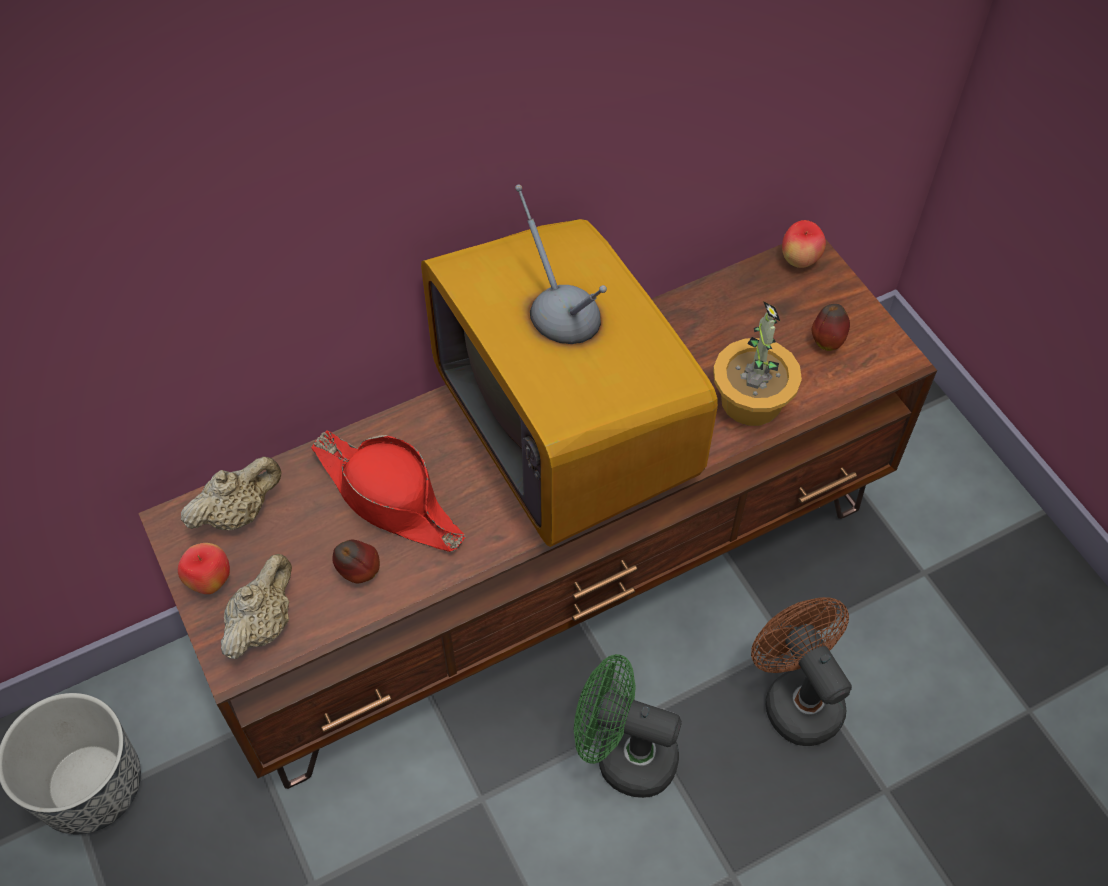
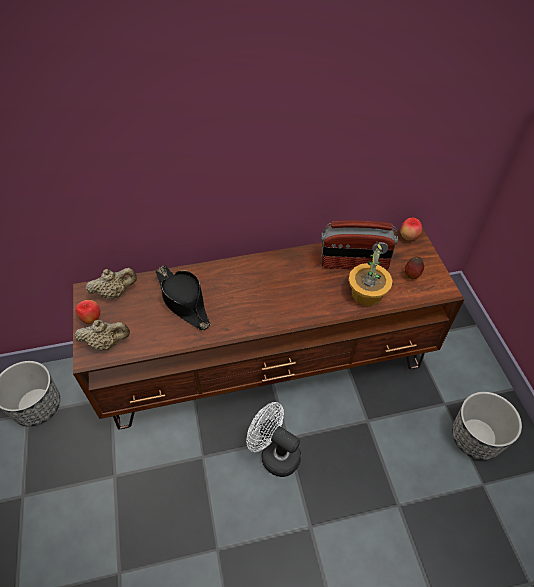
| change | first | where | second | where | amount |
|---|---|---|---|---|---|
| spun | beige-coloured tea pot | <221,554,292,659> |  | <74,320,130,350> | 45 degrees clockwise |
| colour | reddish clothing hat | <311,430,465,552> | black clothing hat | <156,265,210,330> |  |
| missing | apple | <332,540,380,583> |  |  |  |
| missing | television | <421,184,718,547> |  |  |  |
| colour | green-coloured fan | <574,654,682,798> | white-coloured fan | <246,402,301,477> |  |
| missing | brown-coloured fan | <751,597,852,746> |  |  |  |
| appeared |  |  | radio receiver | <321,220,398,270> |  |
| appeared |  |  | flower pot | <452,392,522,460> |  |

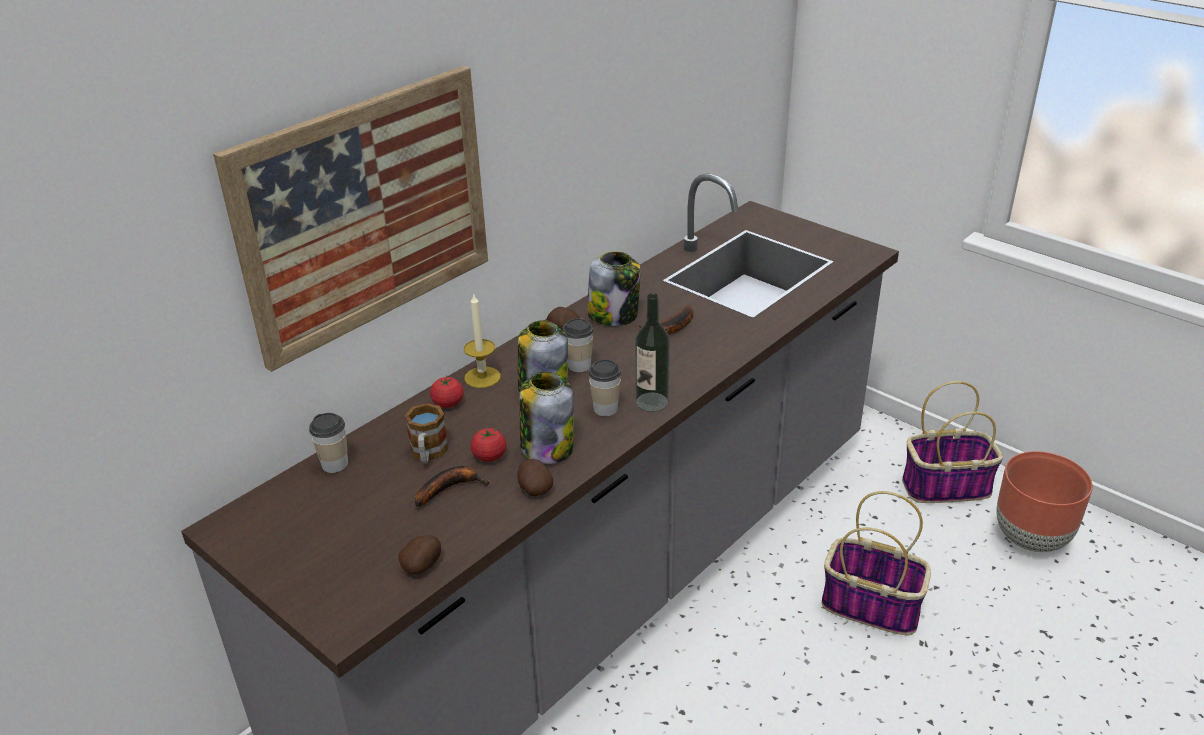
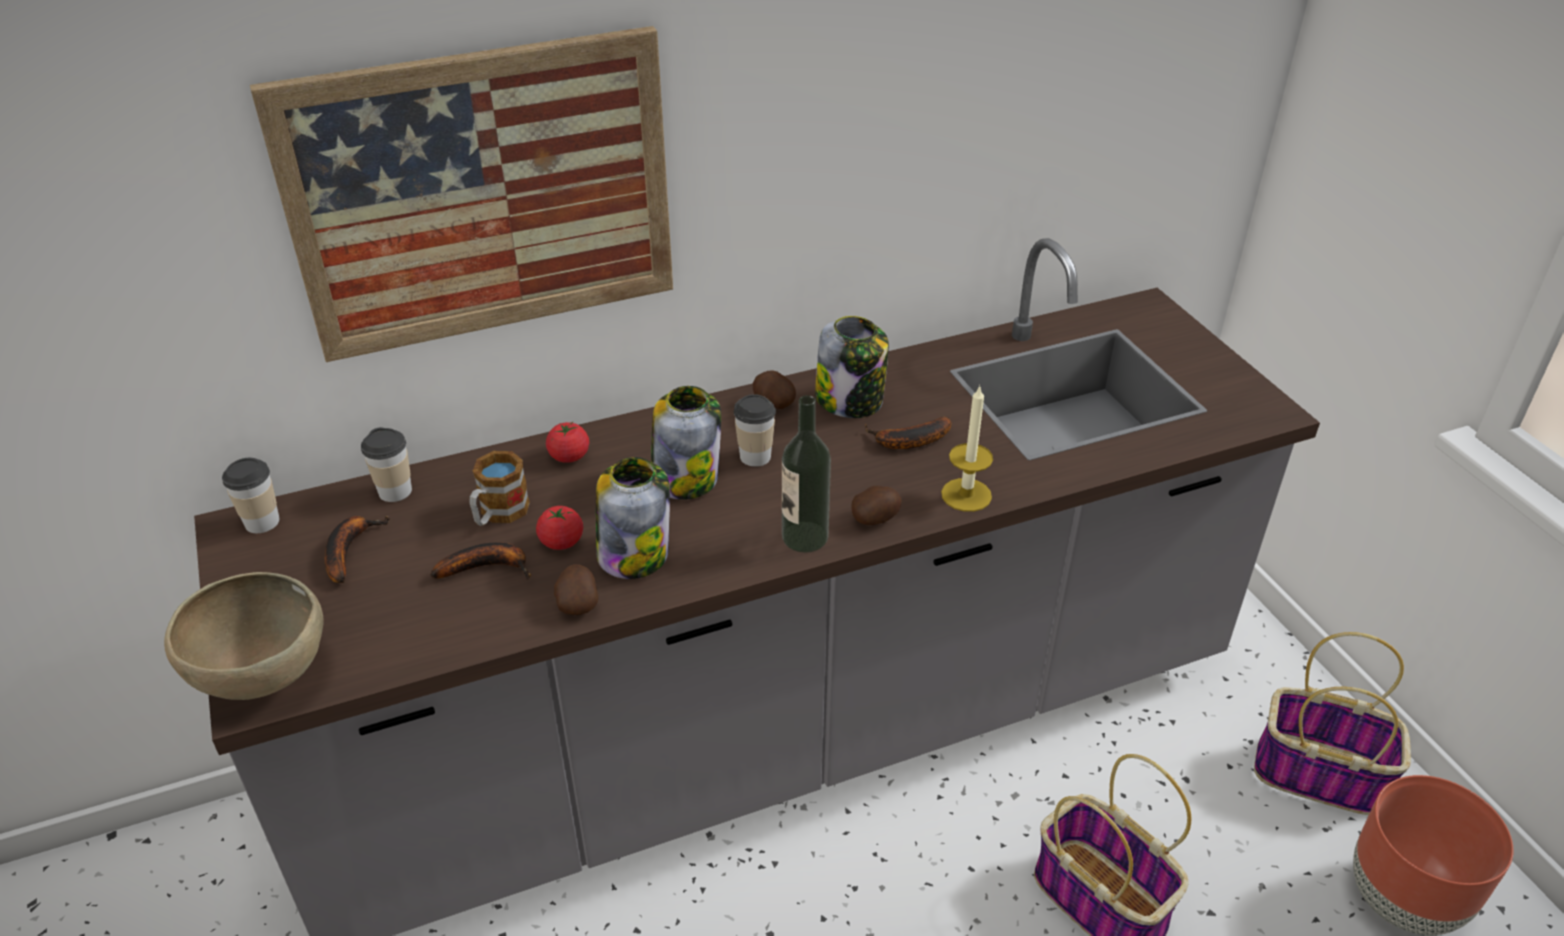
| change | first | where | second | where | amount |
|---|---|---|---|---|---|
| relocated | whole potato | <398,535,441,574> |  | <852,486,902,525> |  |
| relocated | wax candle | <464,293,501,388> |  | <941,385,993,512> |  |
| relocated | small cup | <588,359,621,416> |  | <222,458,280,533> |  |
| appeared |  |  | brown-coloured bowl | <164,572,323,700> |  |
| appeared |  |  | whole banana | <325,516,390,583> |  |

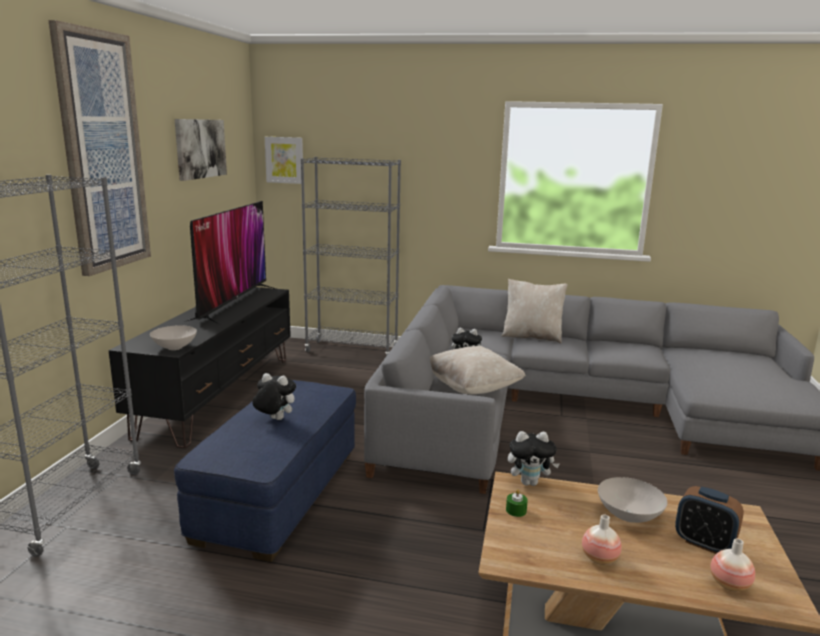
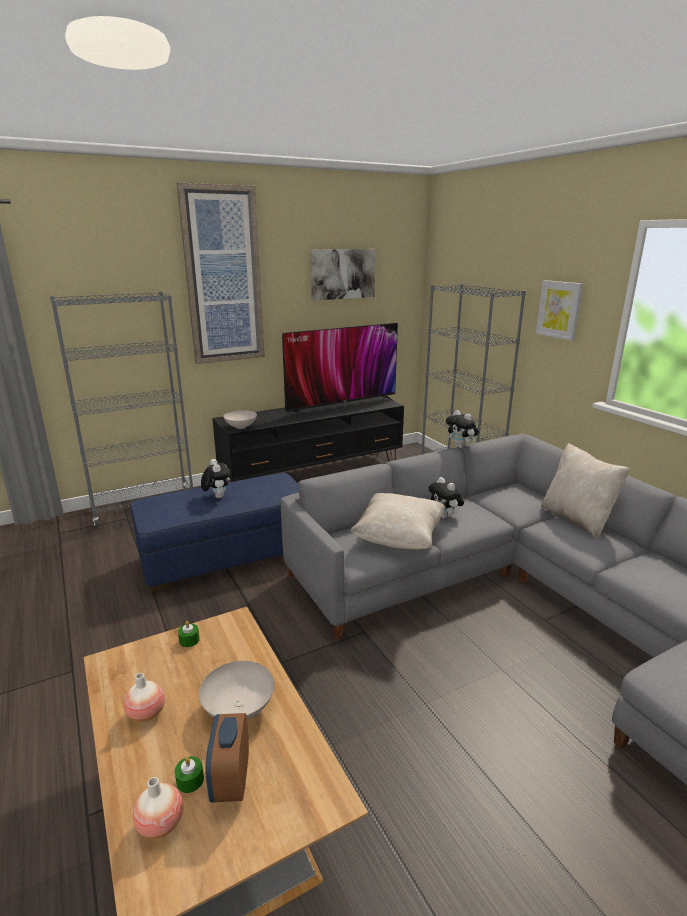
| change | first | where | second | where | amount |
|---|---|---|---|---|---|
| relocated | picture | <265,137,303,184> |  | <536,280,583,341> |  |
| relocated | cuddly toy | <508,431,560,486> |  | <446,410,479,448> |  |
| appeared |  |  | green-coloured wax candle | <175,756,204,793> |  |

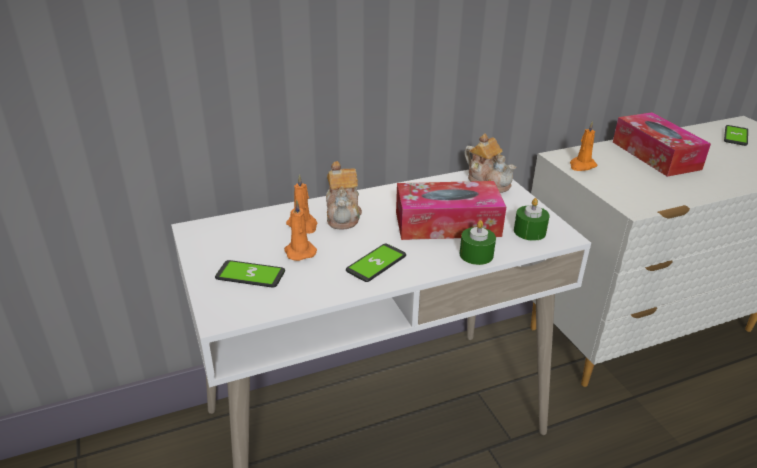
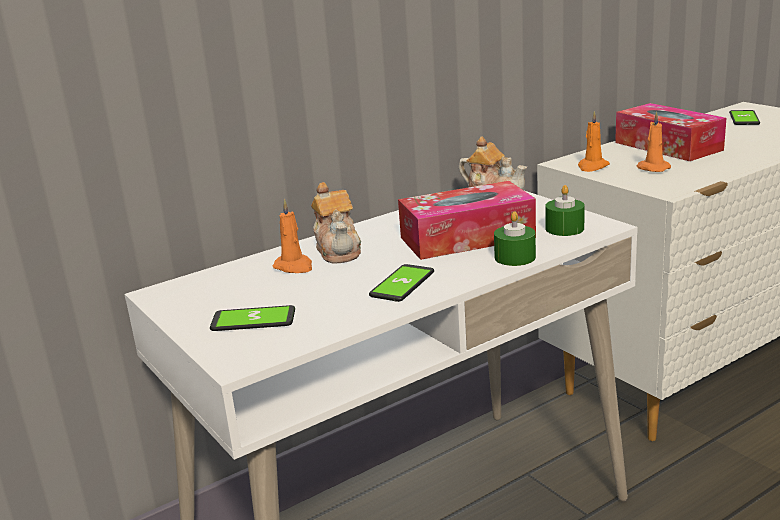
| change | first | where | second | where | amount |
|---|---|---|---|---|---|
| relocated | orangey wax candle | <284,200,317,261> |  | <637,111,671,172> |  |

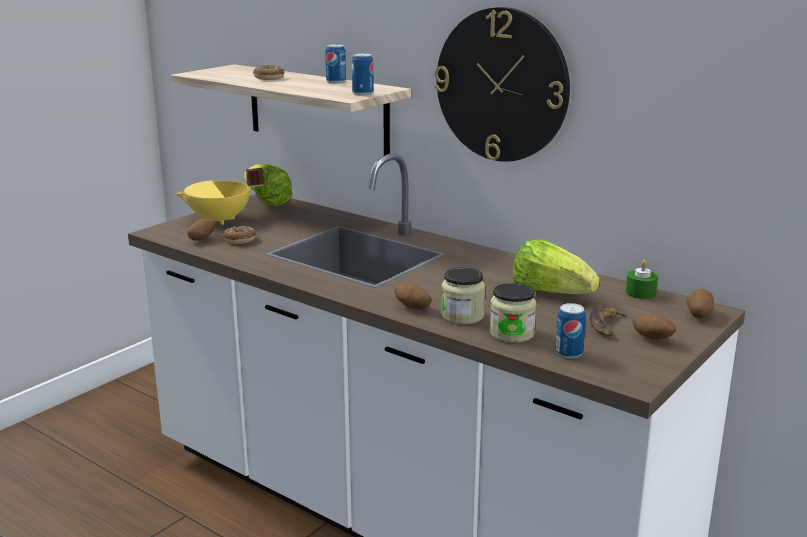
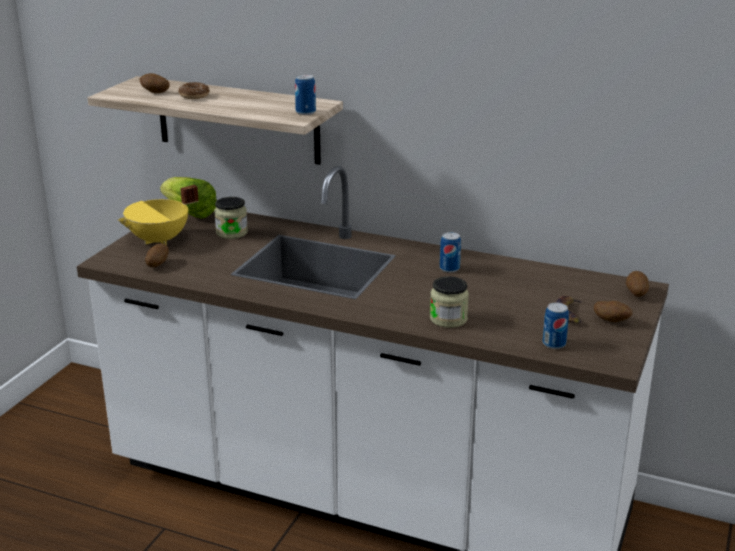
| change | first | where | second | where | amount |
|---|---|---|---|---|---|
| missing | ring doughnut | <222,226,256,244> |  |  |  |
| relocated | metal can | <325,44,346,83> |  | <440,232,461,273> |  |
| relocated | whole potato | <394,283,431,310> |  | <140,73,170,93> |  |
| missing | clock on the wall | <435,7,570,162> |  |  |  |
| relocated | jar | <490,283,536,343> |  | <214,197,248,239> |  |
| missing | lettuce | <512,239,600,294> |  |  |  |
| missing | green-coloured wax candle | <626,260,658,299> |  |  |  |

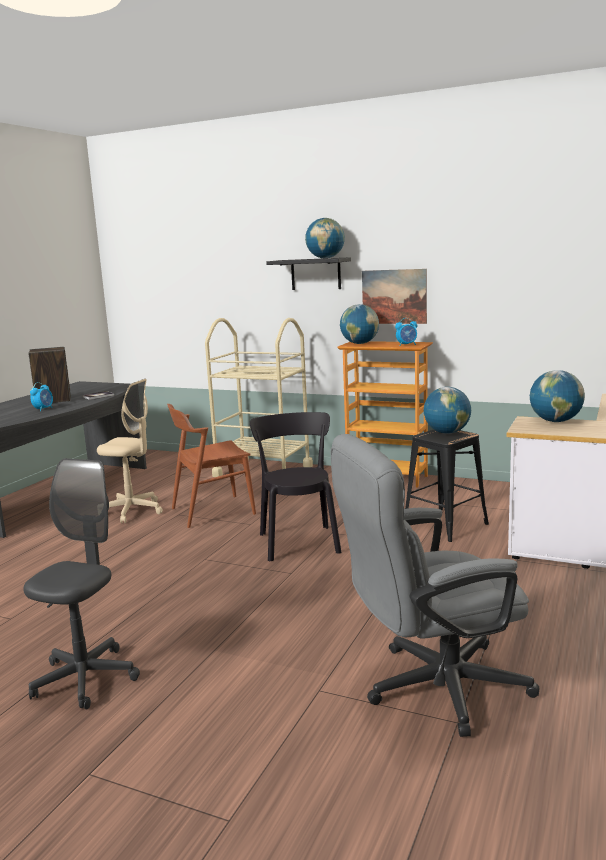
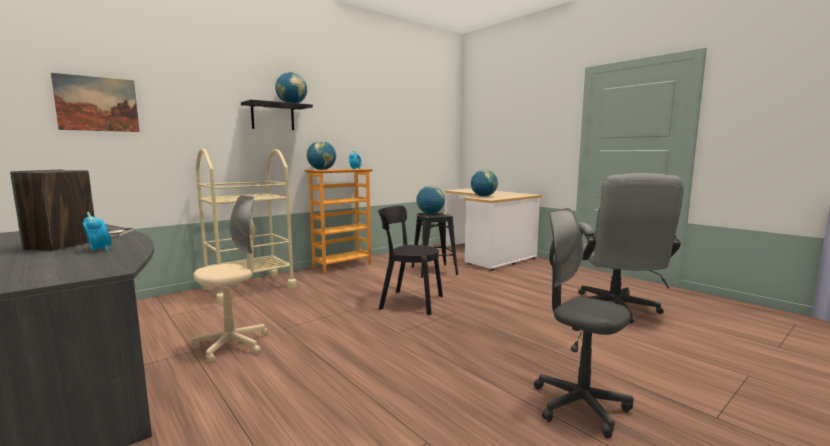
| change | first | where | second | where | amount |
|---|---|---|---|---|---|
| missing | brown-coloured upright chair | <167,404,256,528> |  |  |  |
| relocated | picture | <362,269,427,324> |  | <51,73,140,132> |  |

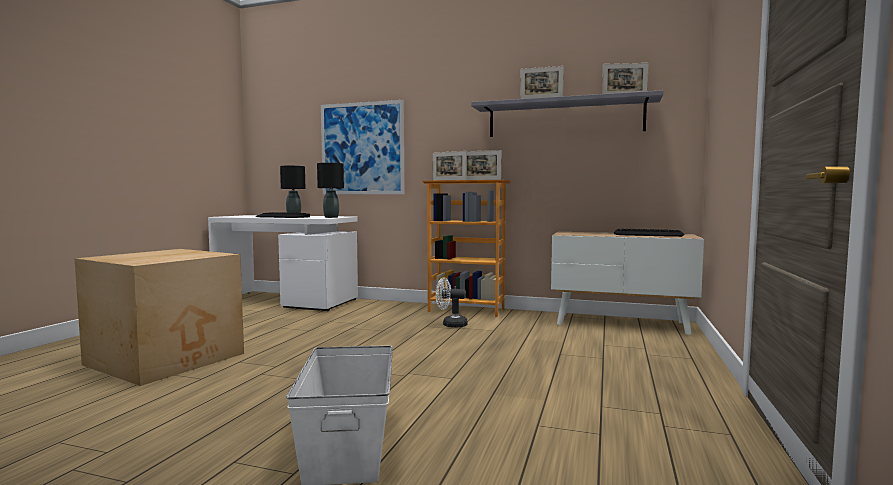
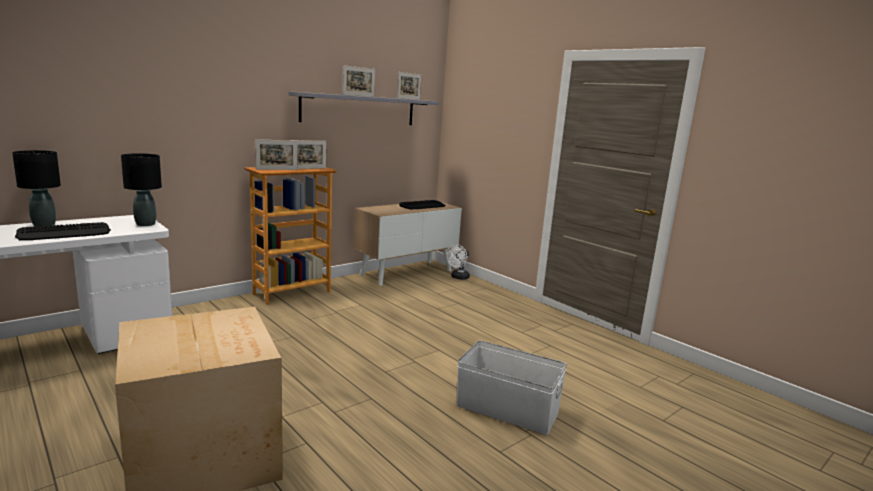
| change | first | where | second | where | amount |
|---|---|---|---|---|---|
| missing | picture | <321,100,404,194> |  |  |  |
| relocated | white-coloured fan | <436,277,468,328> |  | <447,244,470,280> |  |

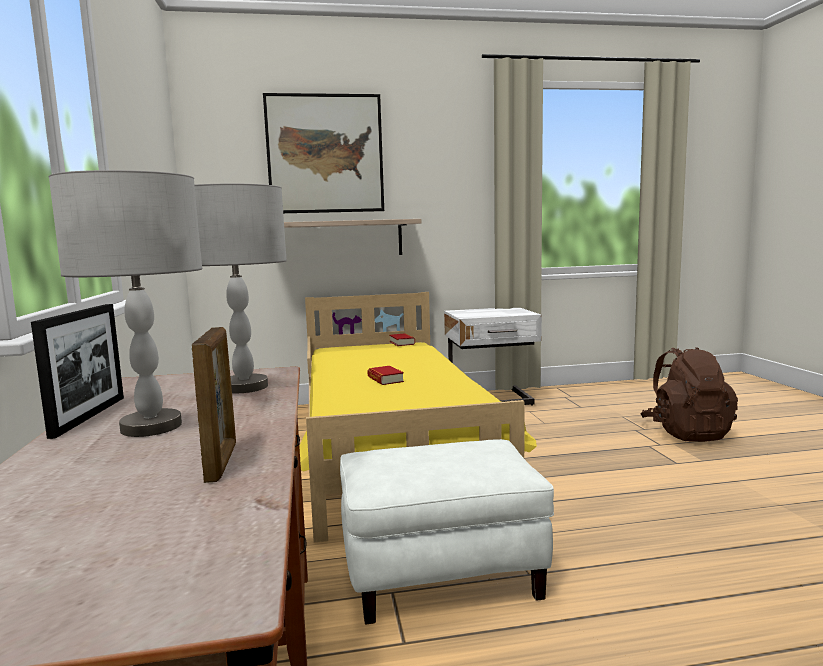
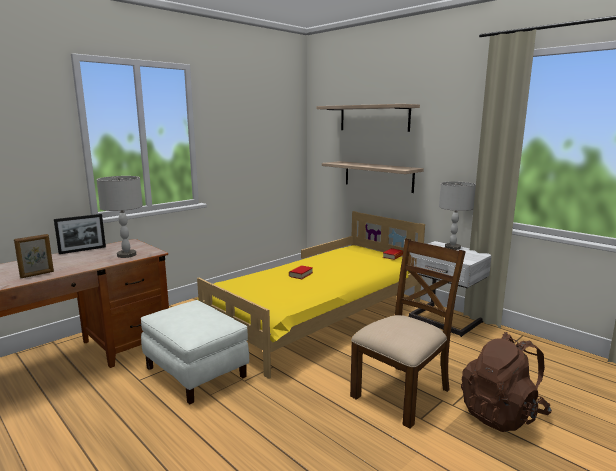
| change | first | where | second | where | amount |
|---|---|---|---|---|---|
| relocated | gray table lamp | <49,170,202,437> |  | <439,181,476,250> |  |
| exchanged | picture | <263,93,384,213> | shelf | <317,104,420,132> |  |
| appeared |  |  | brown-coloured upright chair | <350,238,466,429> |  |

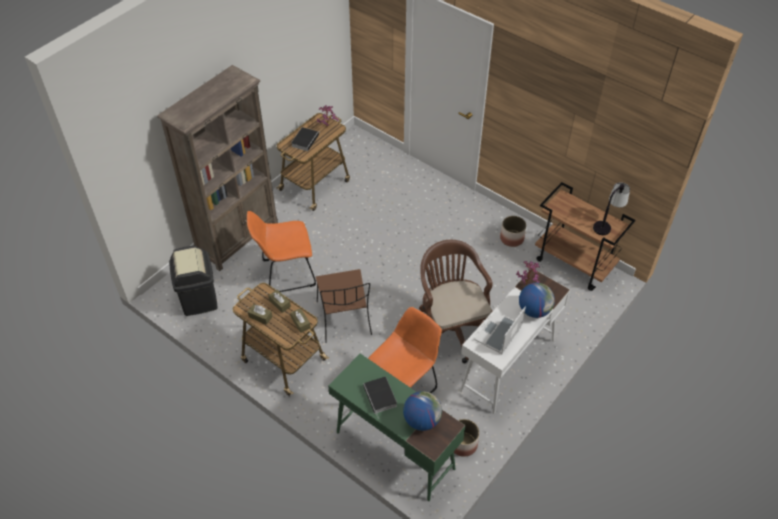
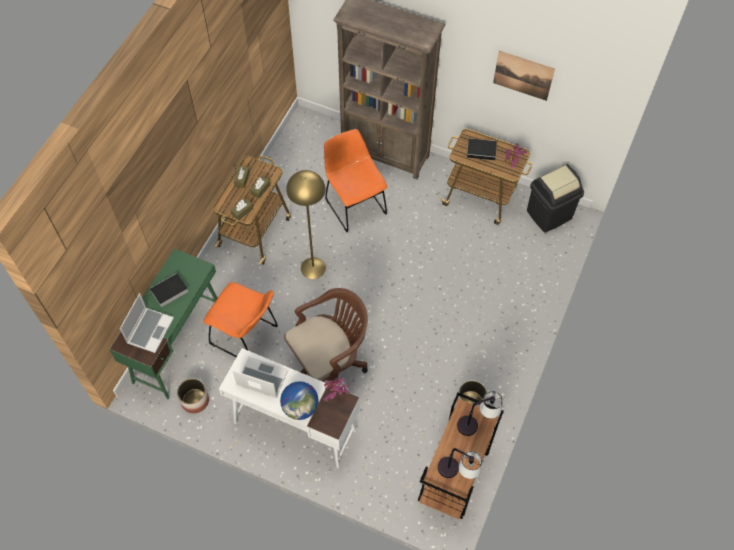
| change | first | where | second | where | amount |
|---|---|---|---|---|---|
| relocated | black waste bin | <169,246,218,316> |  | <527,164,584,232> |  |
| exchanged | brown-coloured upright chair | <316,269,372,343> | yellow-coloured standing lamp | <286,170,326,279> |  |
| exchanged | desk globe | <403,391,442,431> | notebook computer | <120,293,174,353> |  |
| appeared |  |  | table lamp | <457,391,503,436> |  |
| appeared |  |  | picture | <493,51,555,101> |  |

